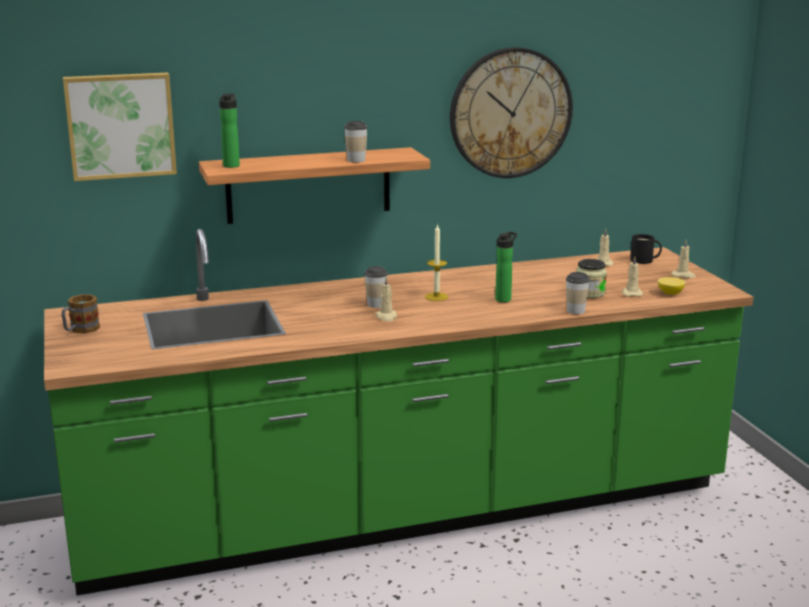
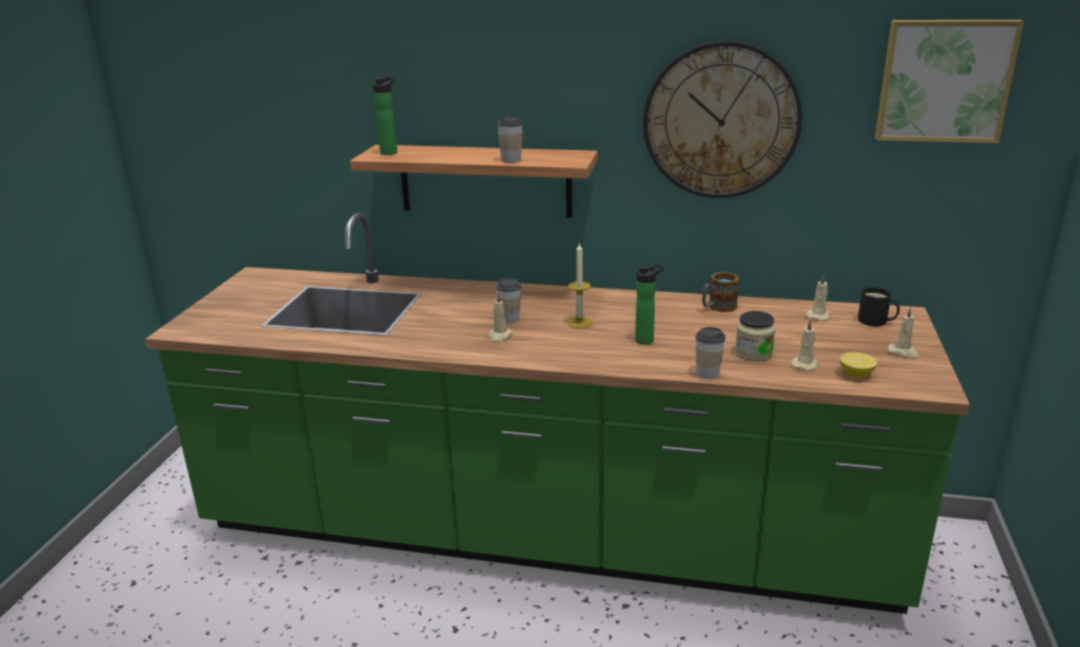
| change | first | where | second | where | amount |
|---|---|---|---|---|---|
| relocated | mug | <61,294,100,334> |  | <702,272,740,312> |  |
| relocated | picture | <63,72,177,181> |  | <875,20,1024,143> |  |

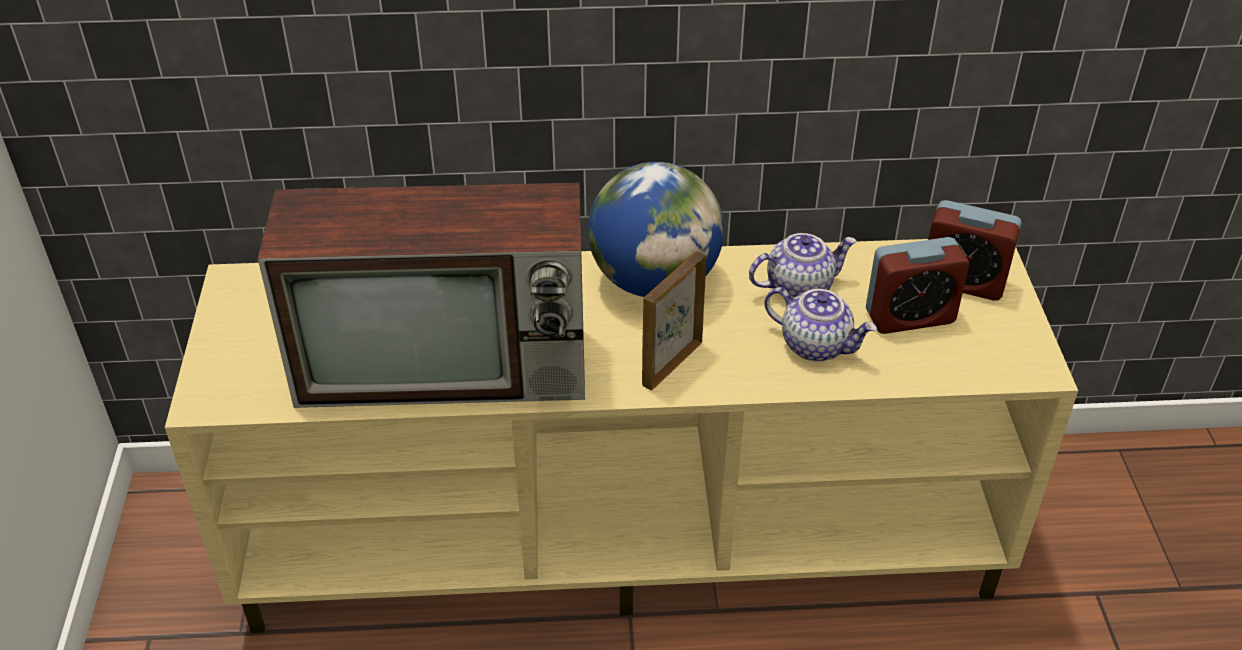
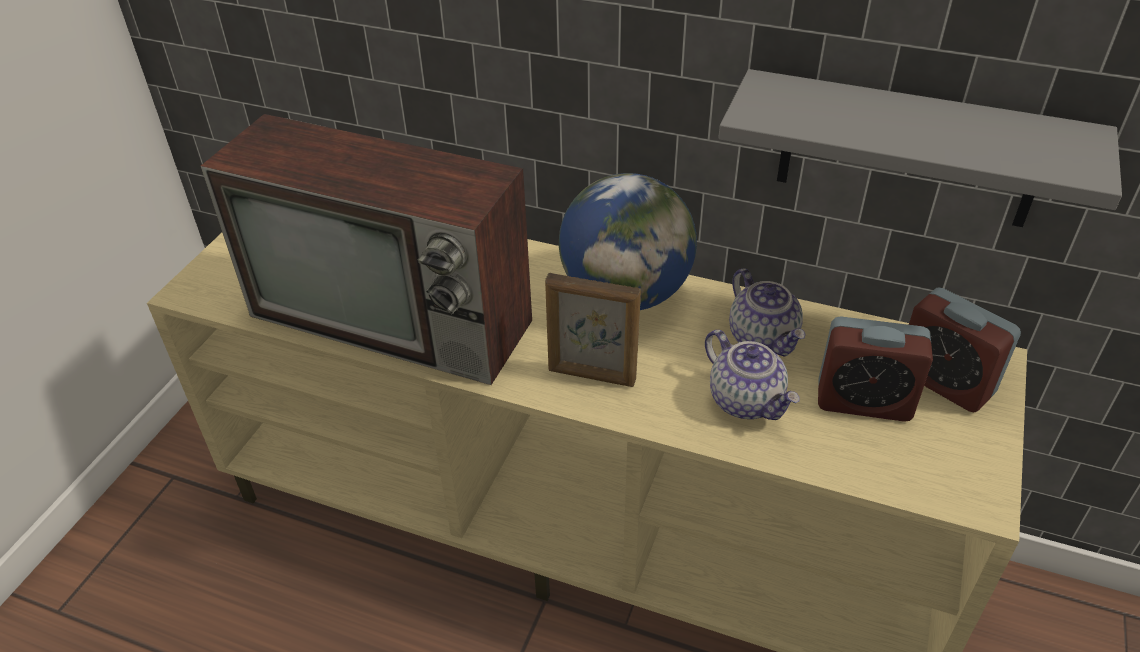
| change | first | where | second | where | amount |
|---|---|---|---|---|---|
| spun | picture frame | <642,251,706,390> |  | <545,273,641,387> | 135 degrees counterclockwise |
| spun | tea pot | <749,233,857,297> |  | <729,269,806,357> | 60 degrees clockwise |
| appeared |  |  | gray shelf | <718,69,1122,227> |  |

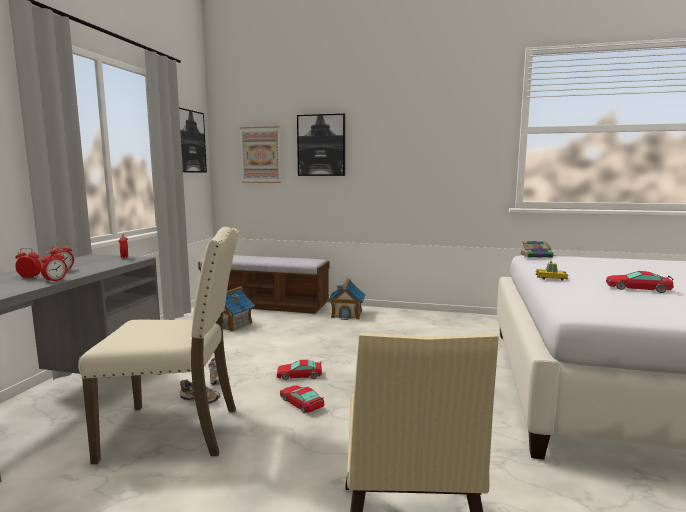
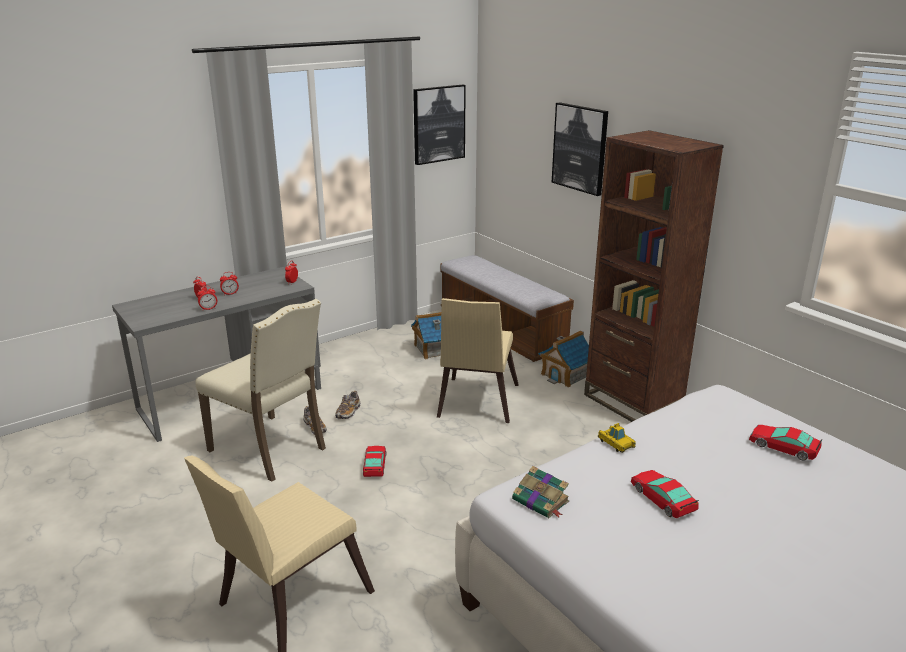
| change | first | where | second | where | amount |
|---|---|---|---|---|---|
| missing | picture | <240,126,281,183> |  |  |  |
| relocated | model car | <277,360,322,380> |  | <749,425,822,461> |  |
| relocated | bound book | <520,241,556,258> |  | <512,466,569,518> |  |
| appeared |  |  | beige-coloured upright chair | <437,298,519,423> |  |
| appeared |  |  | brown-coloured bookcase | <584,130,724,422> |  |

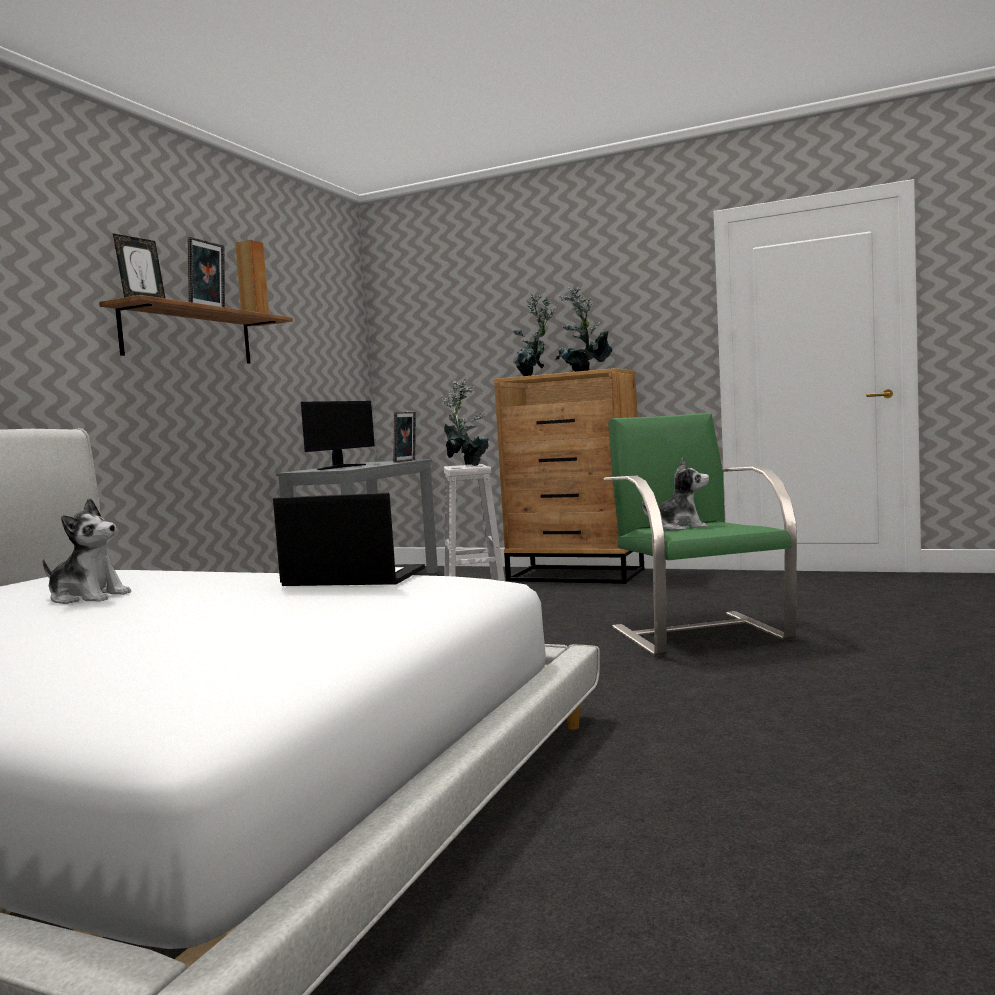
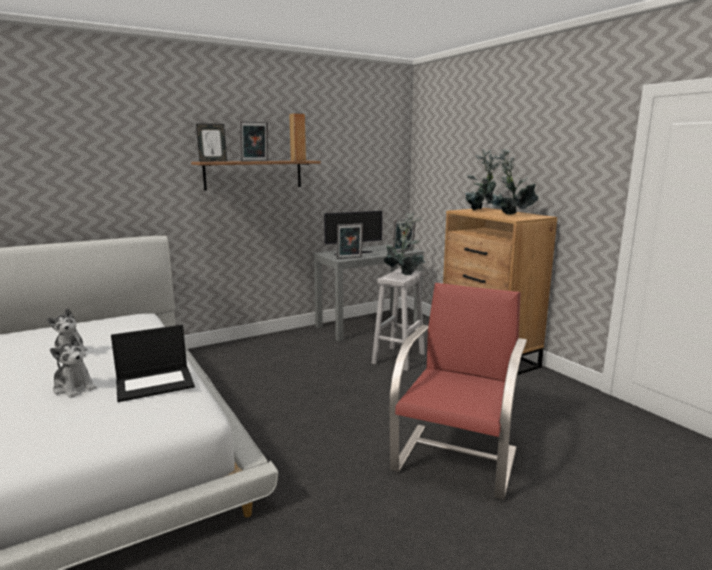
| change | first | where | second | where | amount |
|---|---|---|---|---|---|
| spun | notebook computer | <273,493,425,586> |  | <111,325,195,402> | 105 degrees clockwise |
| colour | green-coloured easy chair | <604,412,797,656> | reddish easy chair | <390,283,527,500> |  |
| relocated | cuddly toy | <642,458,709,530> |  | <50,335,97,398> |  |
| appeared |  |  | picture frame | <337,223,363,259> |  |

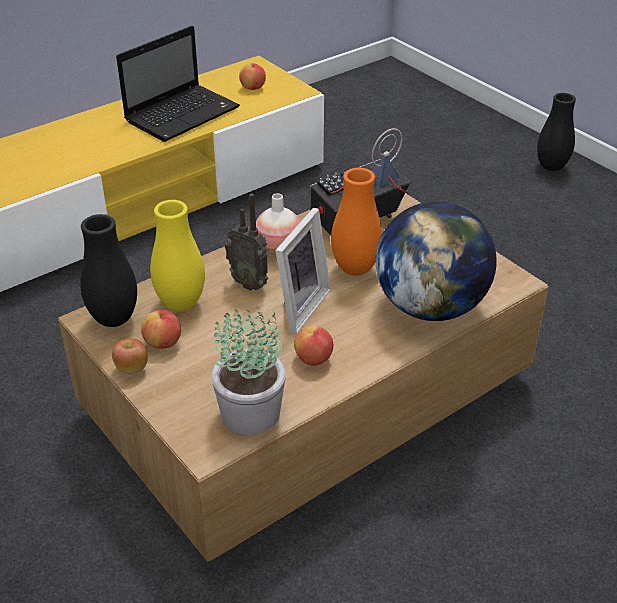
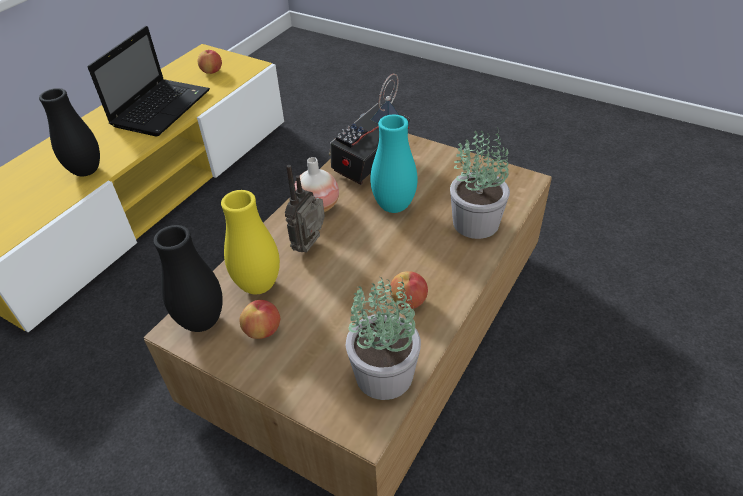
| change | first | where | second | where | amount |
|---|---|---|---|---|---|
| missing | apple | <112,338,148,374> |  |  |  |
| spun | radio receiver | <225,193,269,291> |  | <285,165,325,252> | 105 degrees clockwise |
| missing | picture frame | <275,208,331,334> |  |  |  |
| colour | orangey decorative vase | <331,168,383,275> | turquoise-coloured decorative vase | <370,115,418,213> |  |
| exchanged | desk globe | <376,201,497,321> | potted plant | <450,127,510,239> |  |
| relocated | black decorative vase | <537,93,576,171> |  | <39,88,100,177> |  |

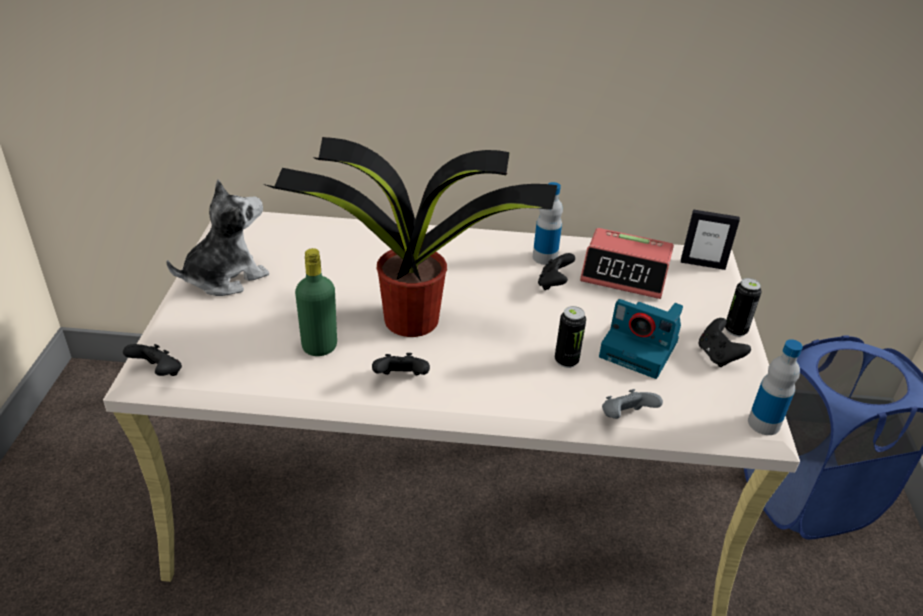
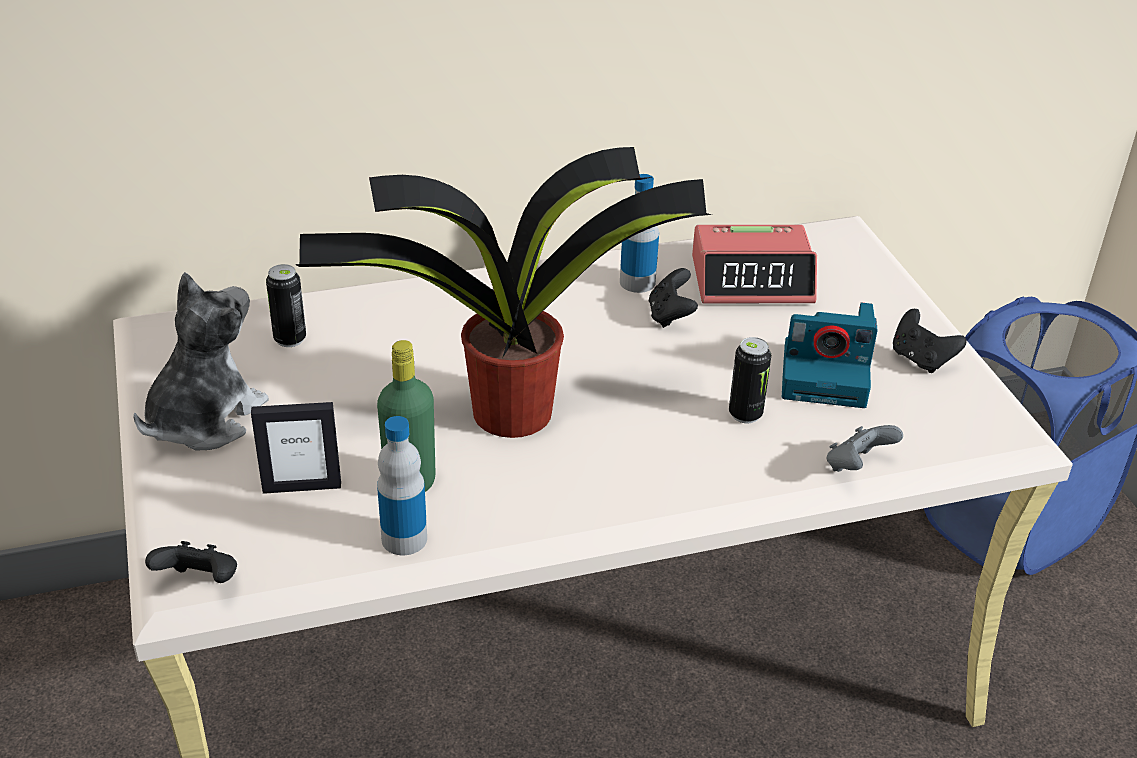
| change | first | where | second | where | amount |
|---|---|---|---|---|---|
| missing | black game controller | <372,353,430,376> |  |  |  |
| relocated | picture frame | <681,209,740,270> |  | <251,402,341,494> |  |
| relocated | metal can | <725,278,762,337> |  | <266,264,306,347> |  |
| relocated | drink bottle | <748,339,803,435> |  | <377,416,427,555> |  |

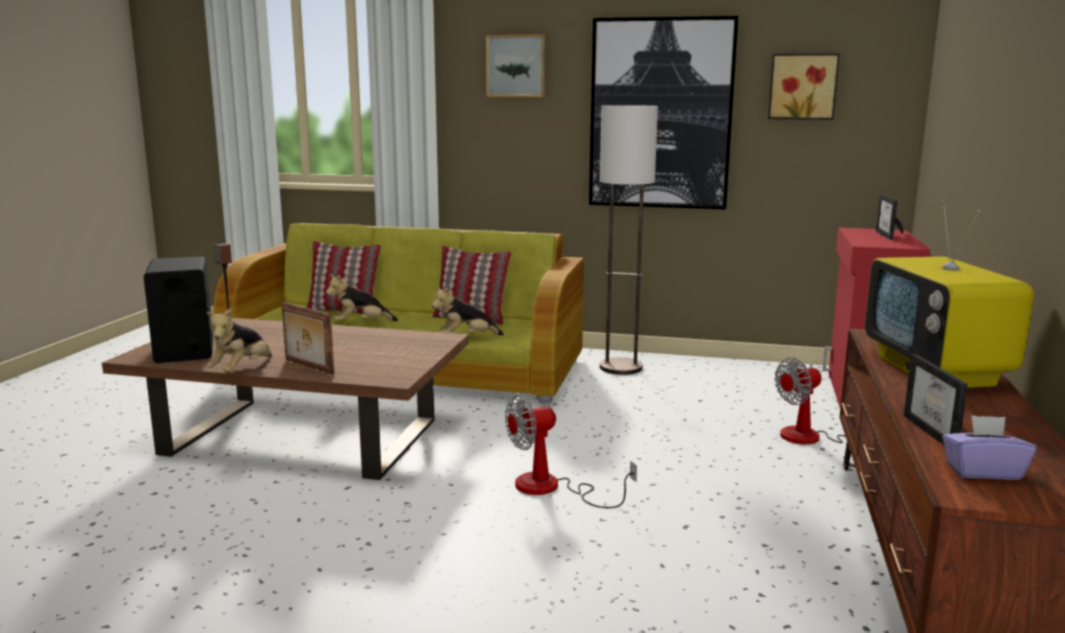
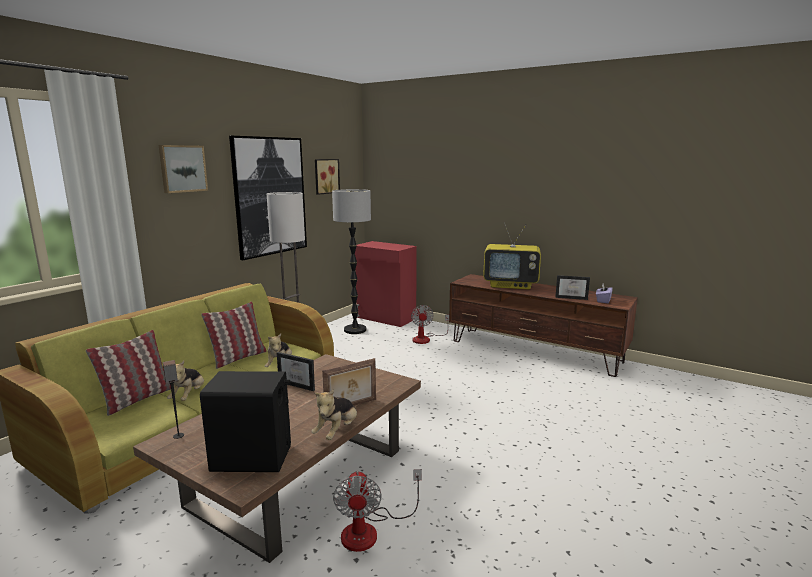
| change | first | where | second | where | amount |
|---|---|---|---|---|---|
| spun | cuddly toy | <206,308,272,372> |  | <311,389,357,440> | 75 degrees clockwise |
| relocated | fan | <505,396,637,508> |  | <333,469,422,552> |  |
| relocated | picture frame | <876,194,903,240> |  | <277,352,315,391> |  |
| appeared |  |  | standing lamp | <332,189,371,334> |  |

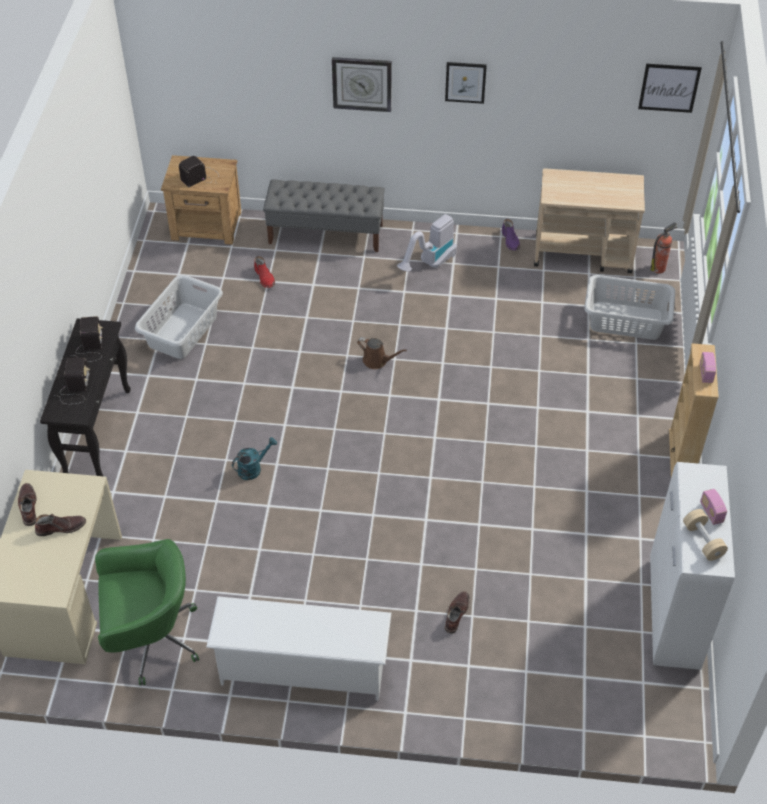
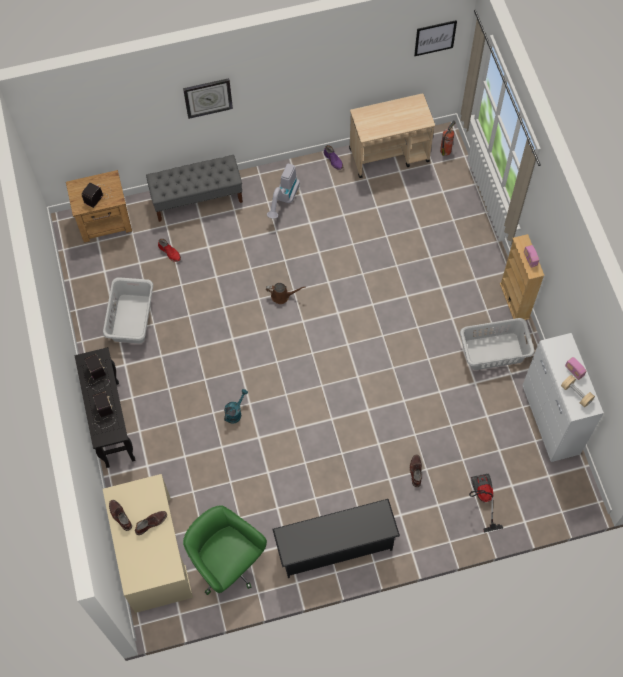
| change | first | where | second | where | amount |
|---|---|---|---|---|---|
| spun | green-coloured office chair | <95,539,199,685> |  | <183,505,267,595> | 105 degrees counterclockwise |
| colour | white-coloured shoe shelf | <206,596,391,701> | black shoe shelf | <273,499,400,578> |  |
| missing | picture | <445,62,487,104> |  |  |  |
| relocated | gray washing basket | <584,275,675,340> |  | <460,318,535,370> |  |
| appeared |  |  | vacuum cleaner | <469,474,503,532> |  |

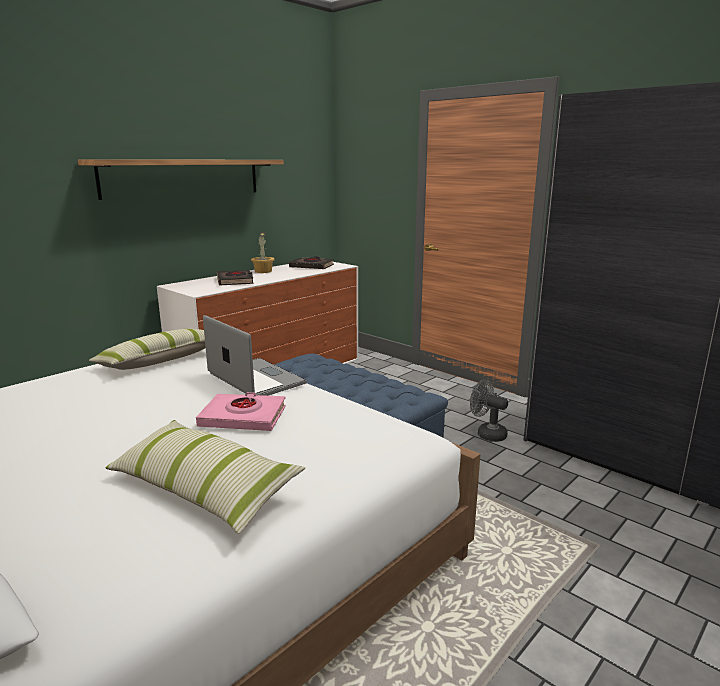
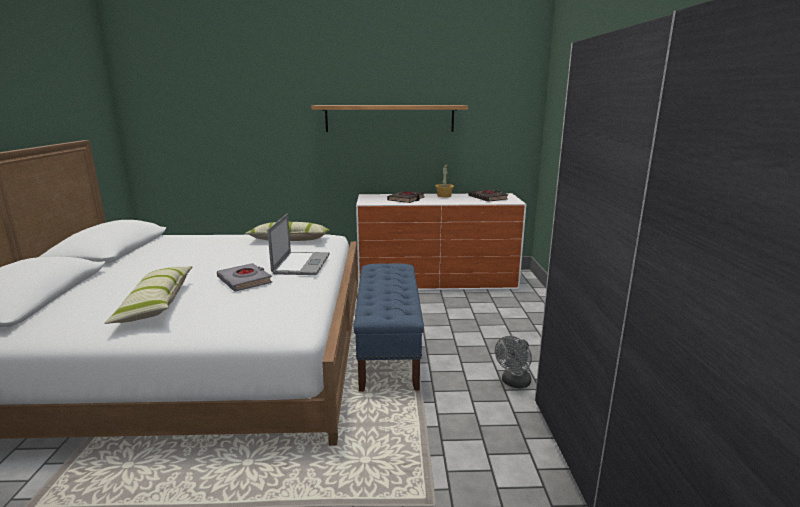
| change | first | where | second | where | amount |
|---|---|---|---|---|---|
| colour | pink-coloured bound book | <196,392,286,431> | gray bound book | <217,263,272,292> |  |
| spun | gray fan | <470,380,508,442> |  | <495,336,532,389> | 135 degrees counterclockwise |

